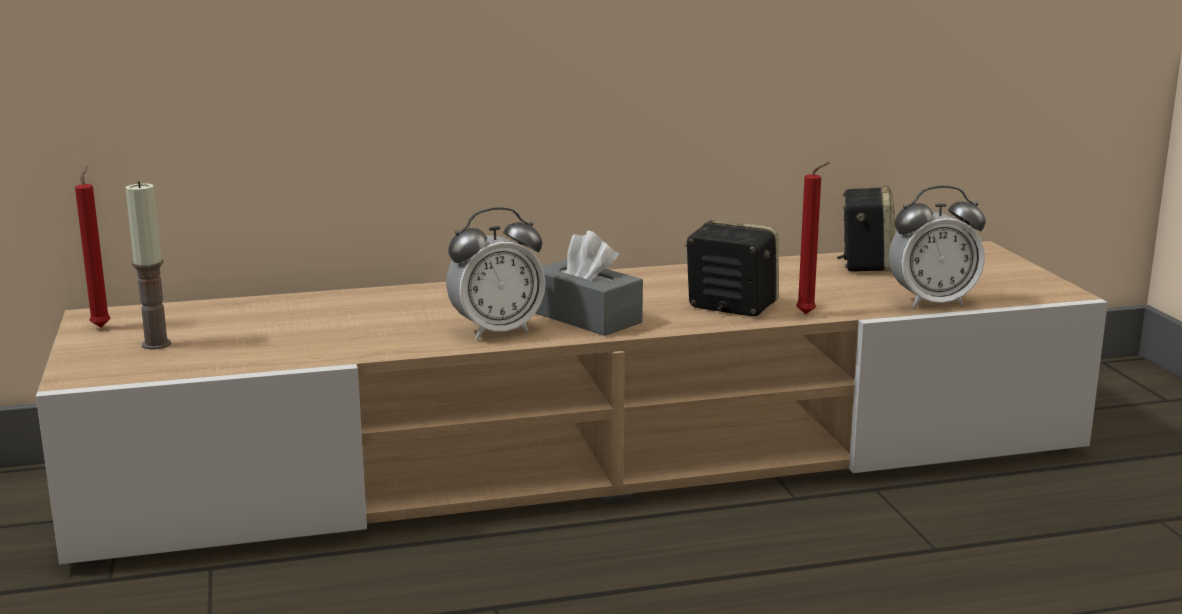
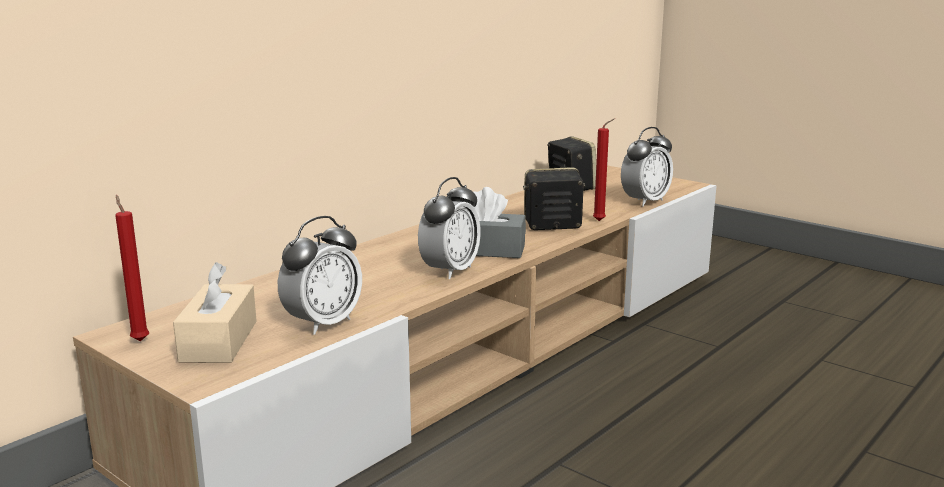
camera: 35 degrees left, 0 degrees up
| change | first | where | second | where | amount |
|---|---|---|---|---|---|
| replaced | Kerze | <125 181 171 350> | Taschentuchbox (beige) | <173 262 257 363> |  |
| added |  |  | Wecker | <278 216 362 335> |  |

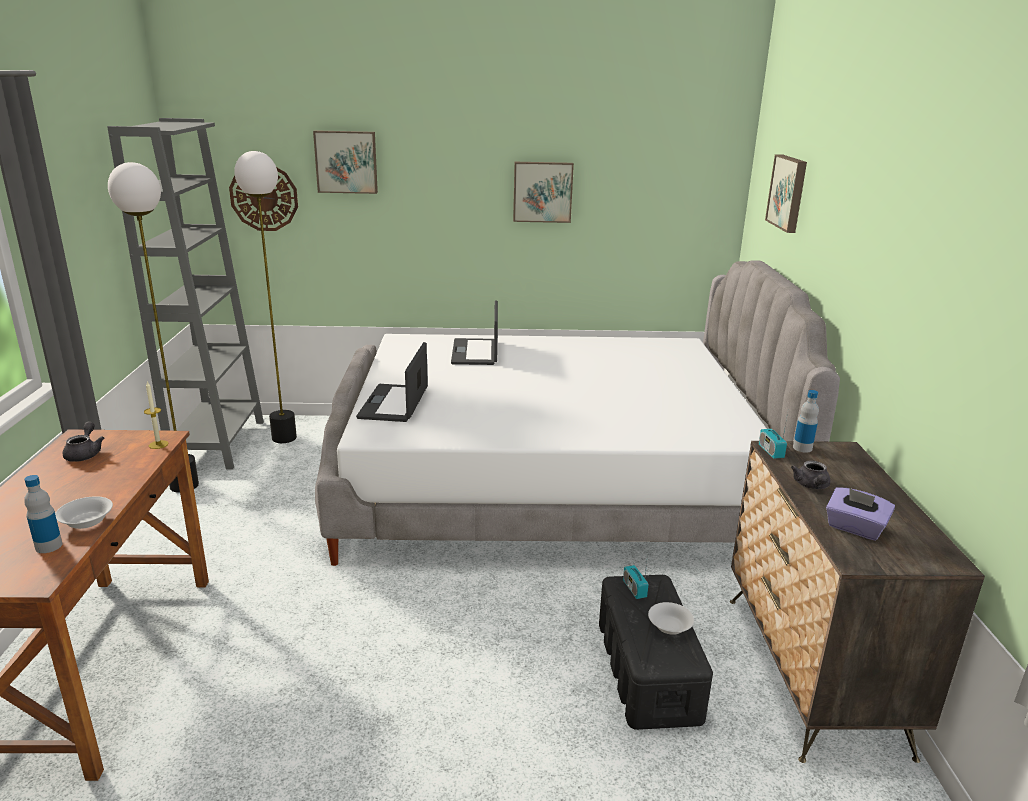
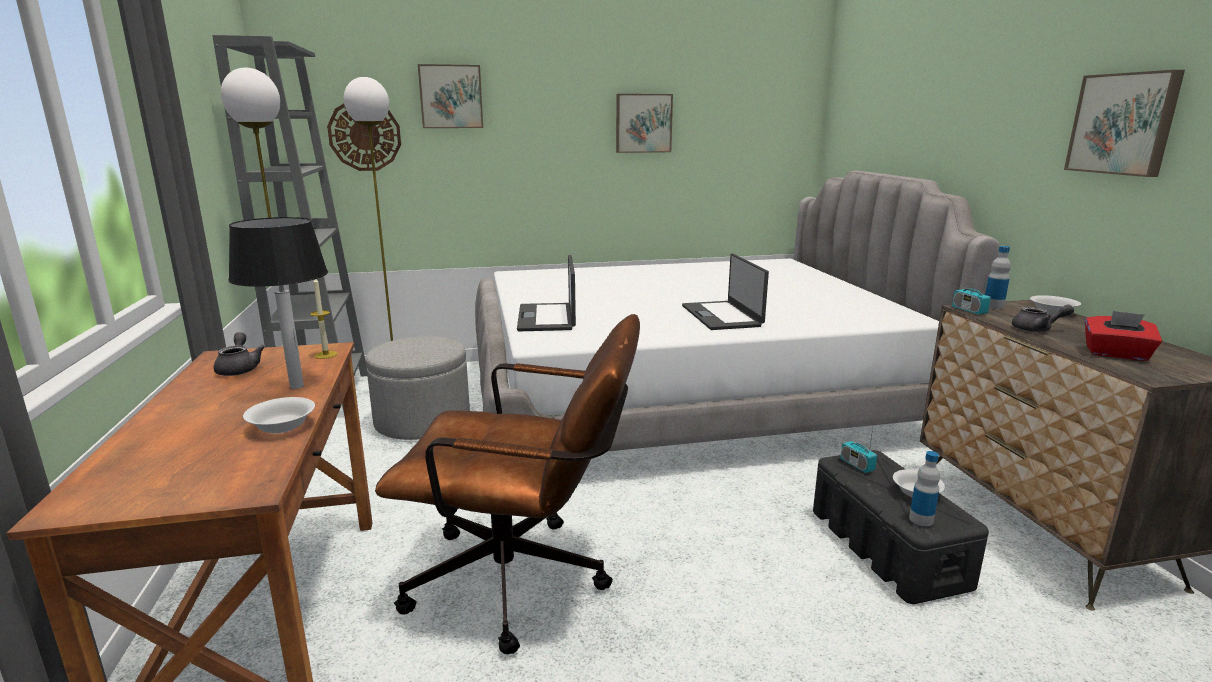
camera: 10 degrees left, 5 degrees down
| change | first | where | second | where | amount |
|---|---|---|---|---|---|
| moved | Flasche | <24 475 62 553> |  | <909 451 940 526> |  |
| moved | Laptop | <451 300 498 365> |  | <682 253 769 330> |  |
| moved | Bild | <765 154 807 233> |  | <1064 70 1185 177> |  |
| turned | Teekanne (grau) | <791 461 831 489> |  | <1012 304 1074 332> | 75 degrees counterclockwise |
| recoloured | Taschentuchbox (lila) | <826 487 895 541> | Taschentuchbox (rot) | <1085 311 1162 361> |  |
| added |  |  | Tischlampe | <228 217 328 389> |  |
| added |  |  | Polsterhocker (grau) | <366 336 470 440> |  |
| added |  |  | Bürostuhl (braun) | <375 314 640 654> |  |
| added |  |  | Schüssel (weiß) | <1030 295 1081 315> |  |

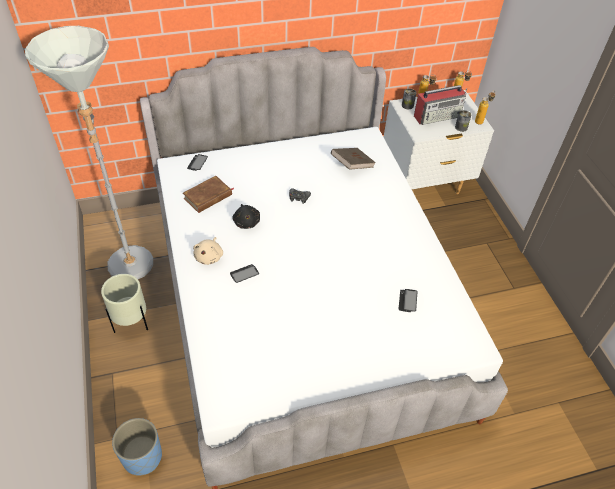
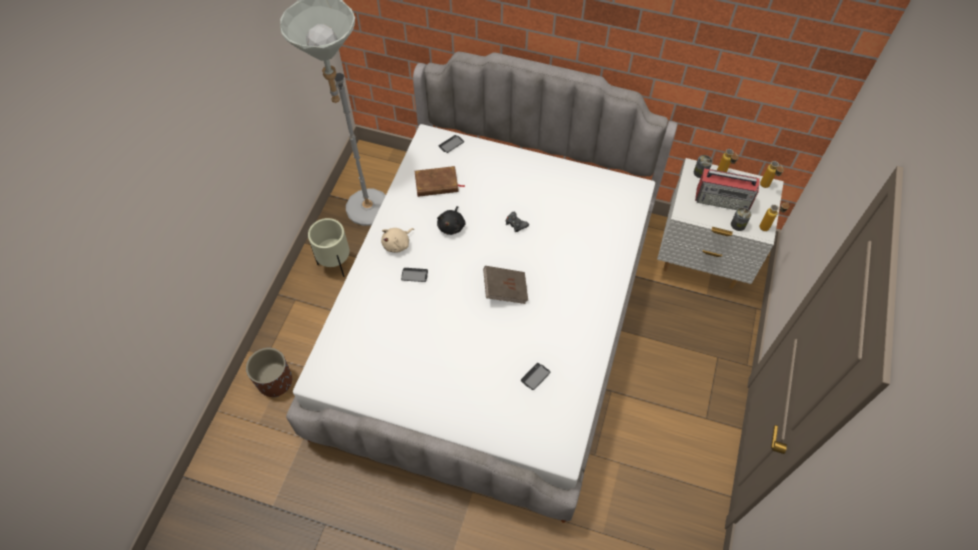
camera: 35 degrees right, 10 degrees up
| change | first | where | second | where | amount |
|---|---|---|---|---|---|
| recoloured | Pflanzkübel (blau) | <112 418 162 476> | Pflanzkübel (braun) | <246 348 292 397> |  |
| moved | Buch (braun) | <331 148 376 170> |  | <483 266 528 304> |  |

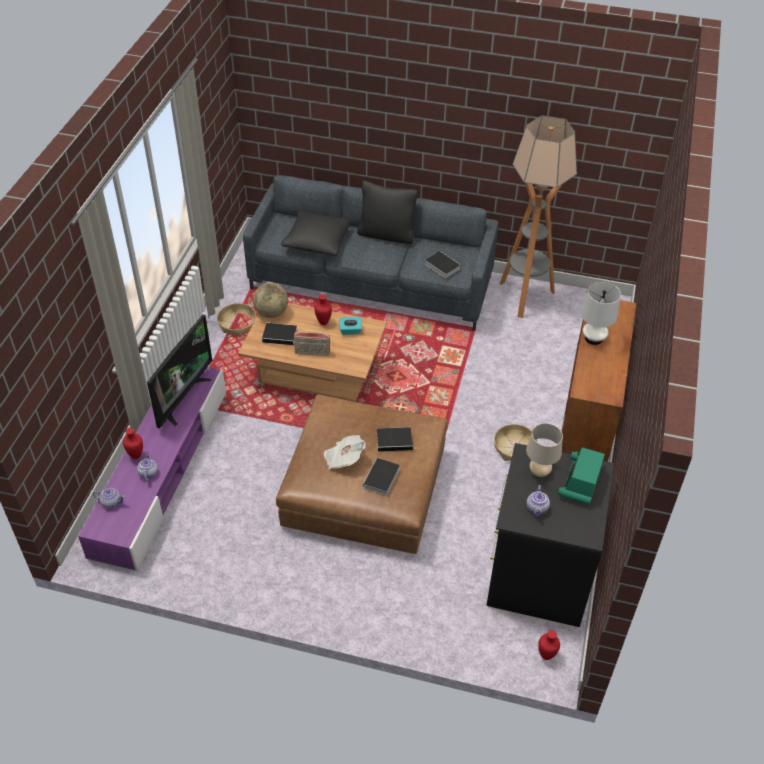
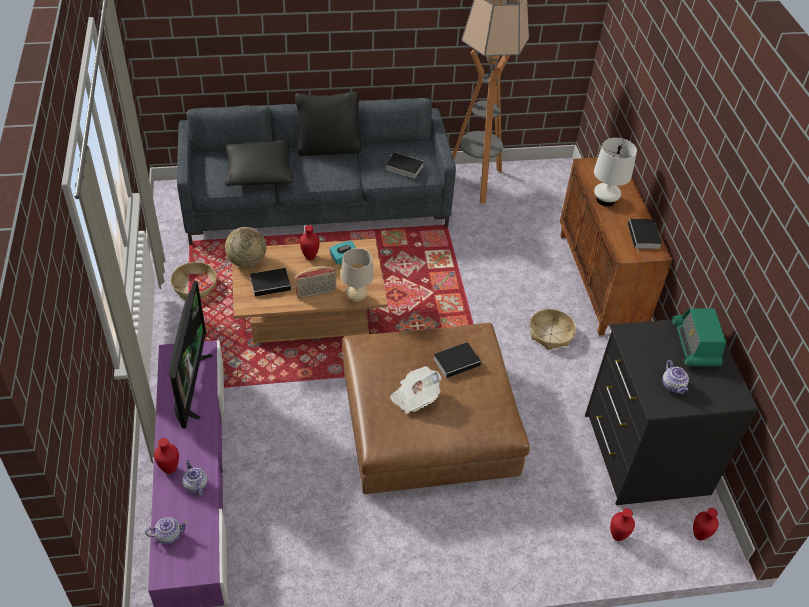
camera: 25 degrees left, 0 degrees up
| change | first | where | second | where | amount |
|---|---|---|---|---|---|
| moved | Buch | <362 458 400 495> |  | <628 219 662 253> |  |
| moved | Tischlampe (beige) | <526 423 563 477> |  | <341 248 374 302> |  |
| added |  |  | Vase (rot) | <610 508 635 541> |  |

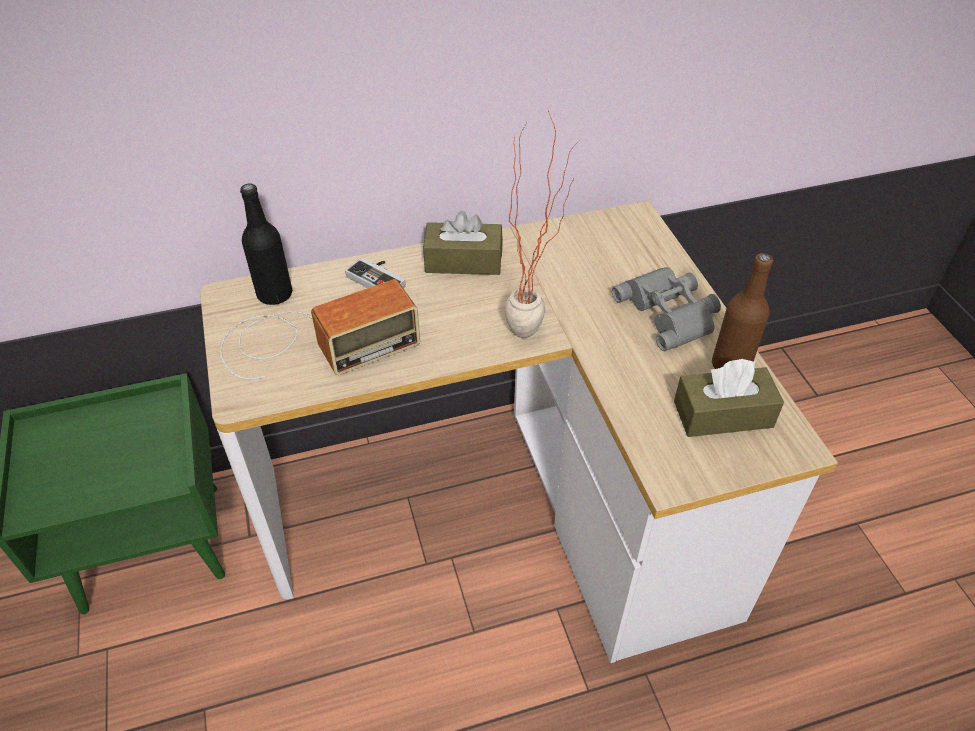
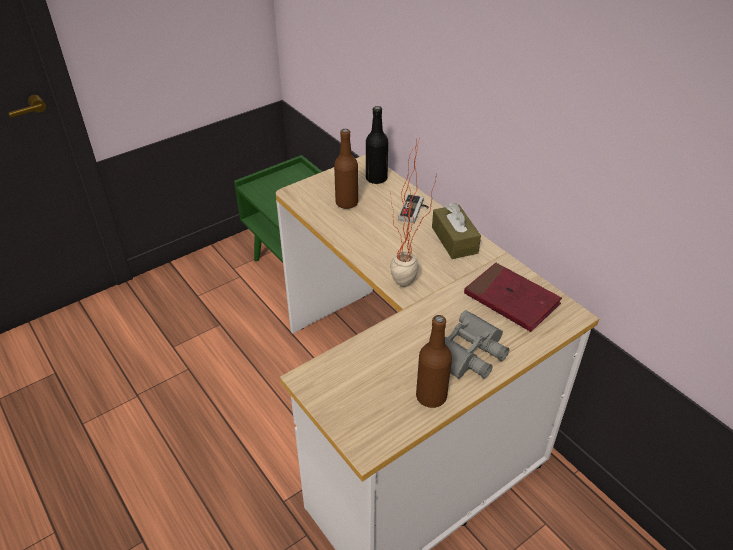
camera: 70 degrees right, 5 degrees down
| change | first | where | second | where | amount |
|---|---|---|---|---|---|
| replaced | Radio | <220 279 420 380> | Flasche (braun) | <334 129 358 209> |  |
| removed | Taschentuchbox (braun) | <674 359 784 437> |  |  |  |
| added |  |  | Buch (rot) | <464 263 562 332> |  |

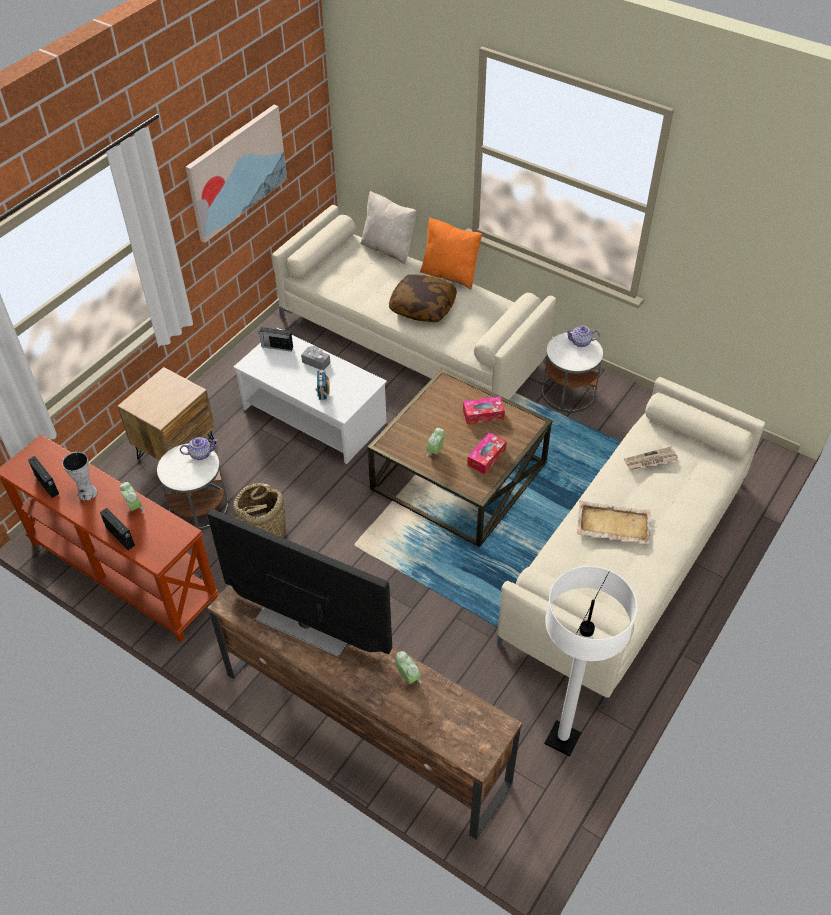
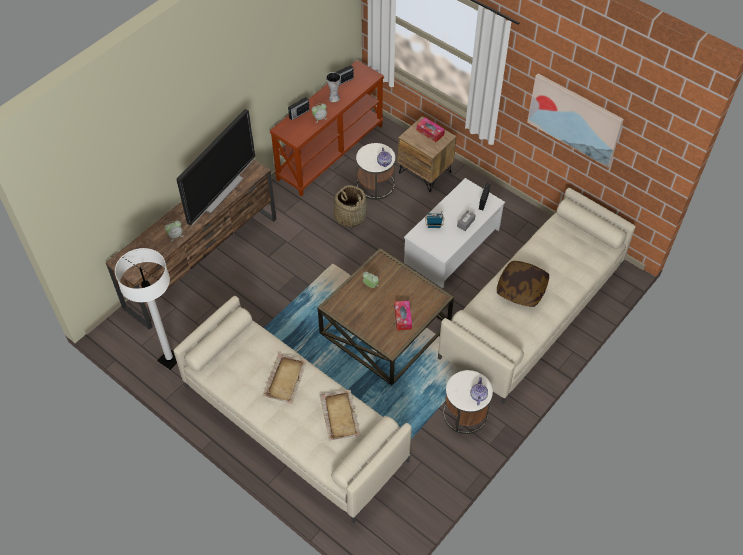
camera: 95 degrees right, 5 degrees up
| change | first | where | second | where | amount |
|---|---|---|---|---|---|
| removed | Kissen (beige) | <361 191 416 265> |  |  |  |
| removed | Kissen (orange) | <420 218 482 289> |  |  |  |
| moved | Taschentuchbox | <467 432 507 474> |  | <417 118 445 142> |  |
| replaced | Zeitung | <624 447 678 470> | Tablett (beige) | <320 390 361 441> |  |

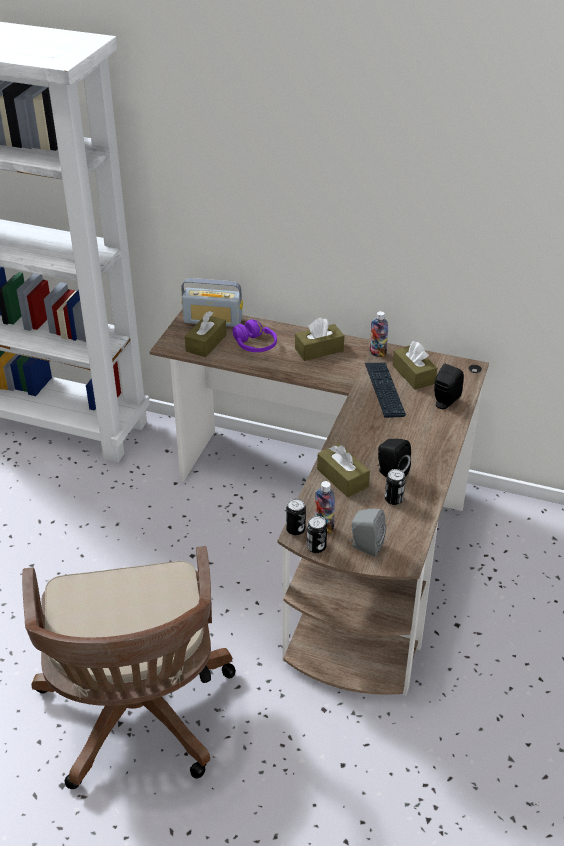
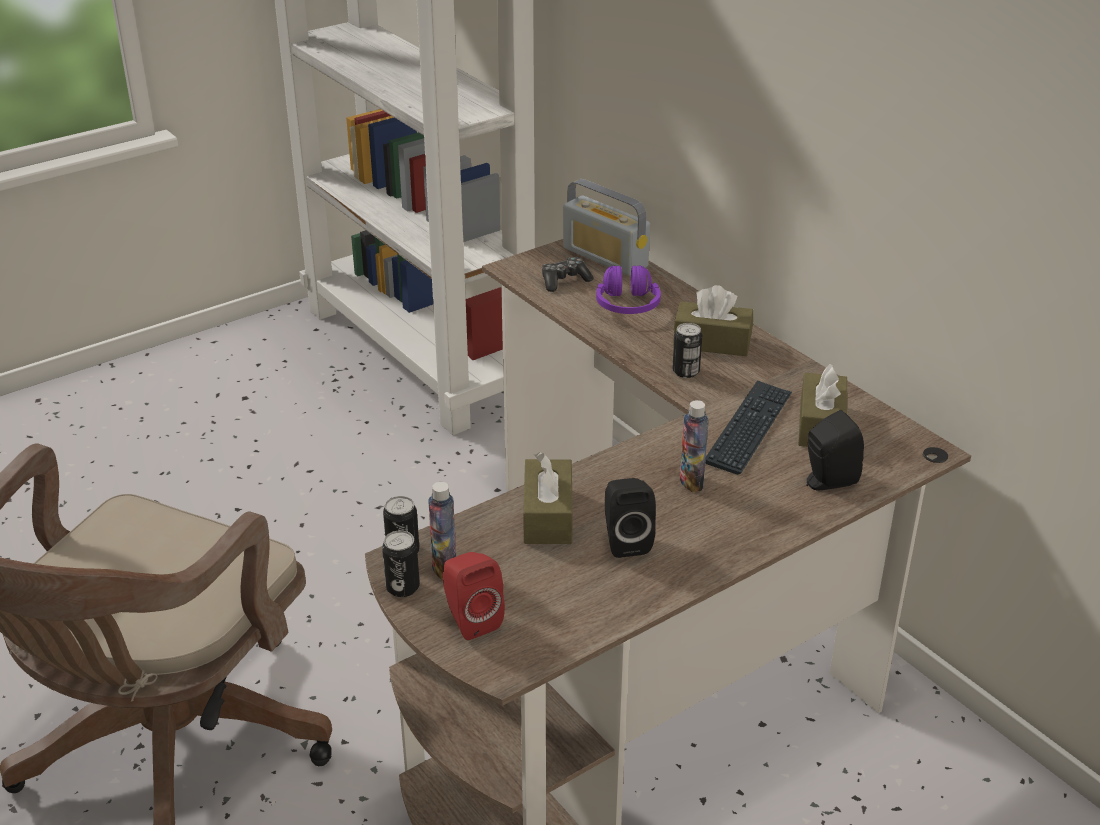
camera: 35 degrees right, 5 degrees down
| change | first | where | second | where | amount |
|---|---|---|---|---|---|
| replaced | Taschentuchbox (braun) | <185 311 227 357> | Gamepad | <542 257 594 292> |  |
| recoloured | Lautsprecher (grau) | <349 509 386 557> | Lautsprecher (rot) | <443 552 505 640> |  |
| moved | Flasche | <370 311 388 358> |  | <680 400 708 492> |  |
| moved | Dose | <385 469 406 505> |  | <672 323 702 378> |  |

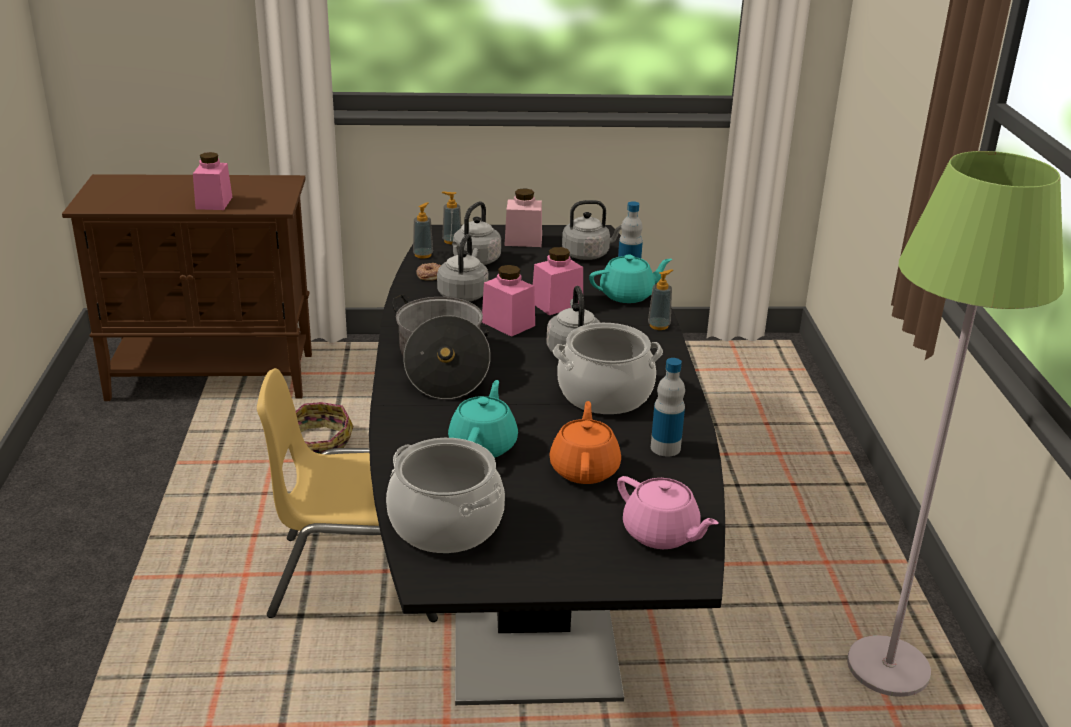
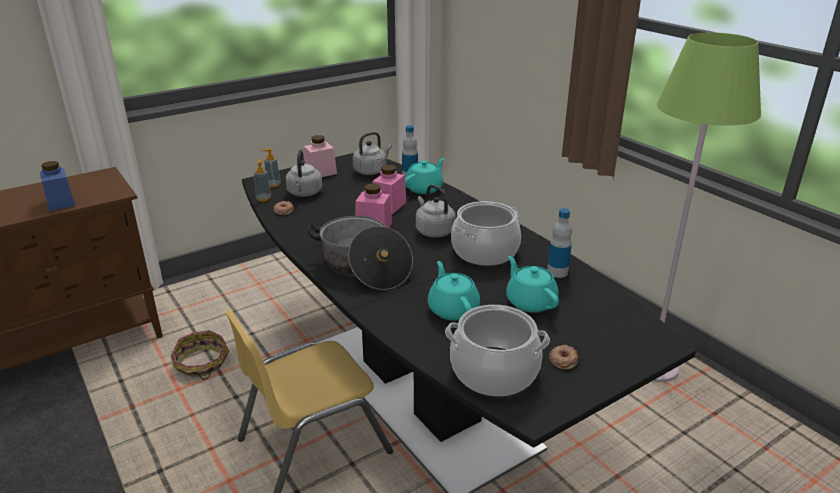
camera: 30 degrees left, 0 degrees up
| change | first | where | second | where | amount |
|---|---|---|---|---|---|
| recoloured | Vorratsglas (rosa) | <193 152 232 210> | Vorratsglas (blau) | <40 161 75 211> |  |
| removed | Wasserkessel (grau) | <437 234 489 302> |  |  |  |
| recoloured | Teekanne (orange) | <549 401 621 484> | Teekanne (türkis) | <506 256 559 313> |  |
| removed | Teekanne (rosa) | <617 476 719 549> |  |  |  |
| removed | Seifenspender | <648 270 673 330> |  |  |  |
| added |  |  | Donut | <549 345 579 369> |  |

